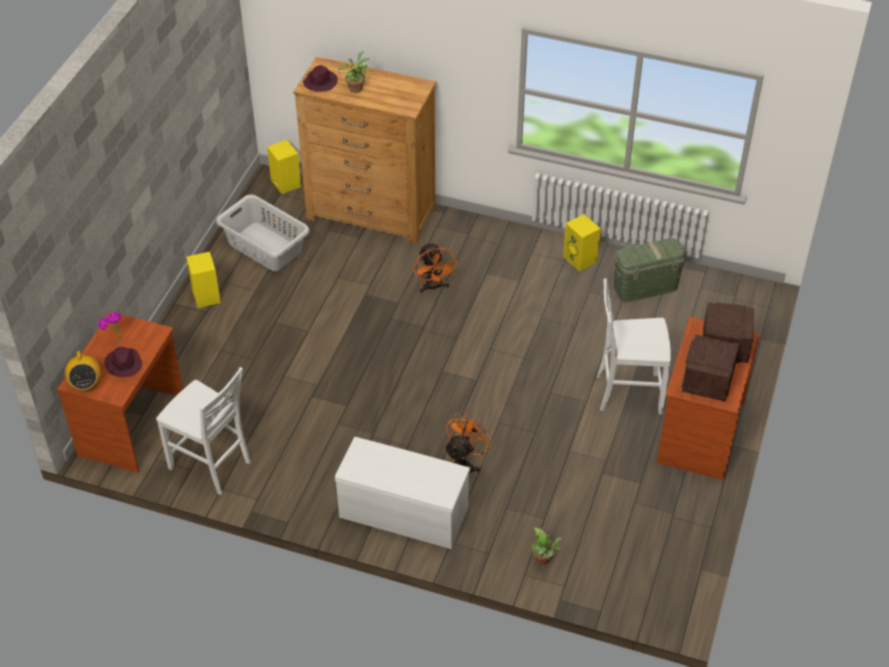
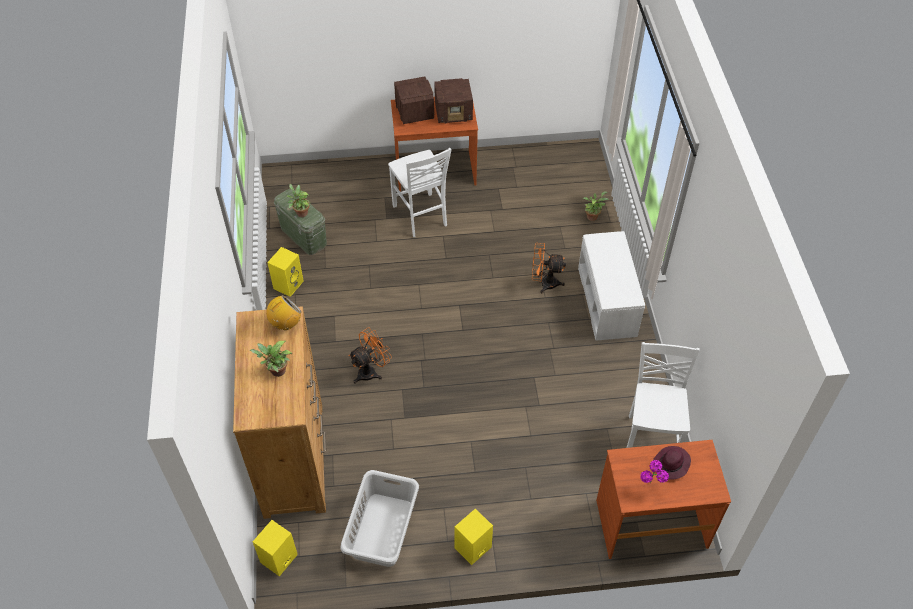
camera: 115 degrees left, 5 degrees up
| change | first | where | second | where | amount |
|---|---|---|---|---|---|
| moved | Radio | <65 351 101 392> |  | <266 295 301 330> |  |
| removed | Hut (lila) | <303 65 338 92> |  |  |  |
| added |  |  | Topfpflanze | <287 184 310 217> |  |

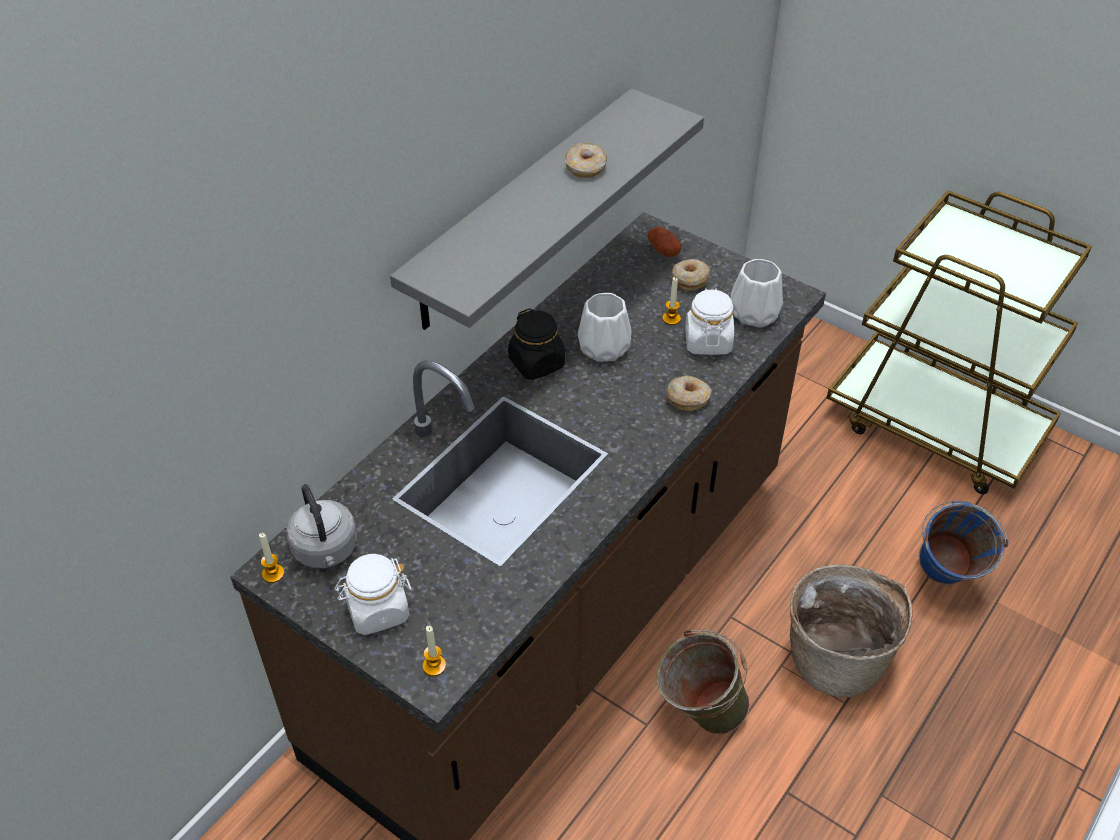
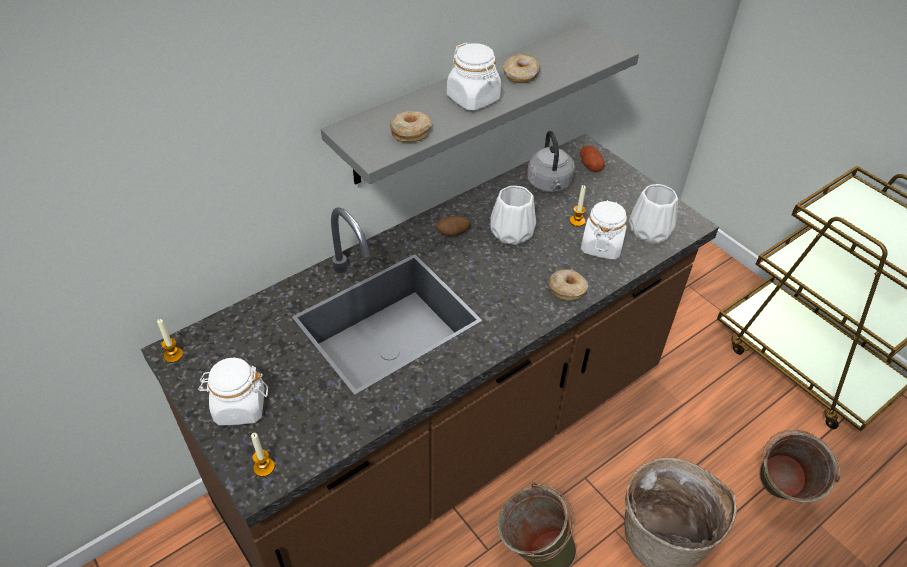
camera: 15 degrees right, 0 degrees up
| change | first | where | second | where | amount |
|---|---|---|---|---|---|
| moved | Wasserkessel (grau) | <286 484 357 568> |  | <527 131 575 193> |  |
| replaced | Vorratsglas (schwarz) | <508 308 565 380> | Kartoffel | <436 216 470 236> |  |
| moved | Donut | <672 259 710 291> |  | <390 111 432 142> |  |
| recoloured | Eimer (blau) | <919 501 1009 585> | Eimer (grün) | <759 430 841 503> |  |
| added |  |  | Vorratsglas (weiß) | <447 43 501 111> |  |

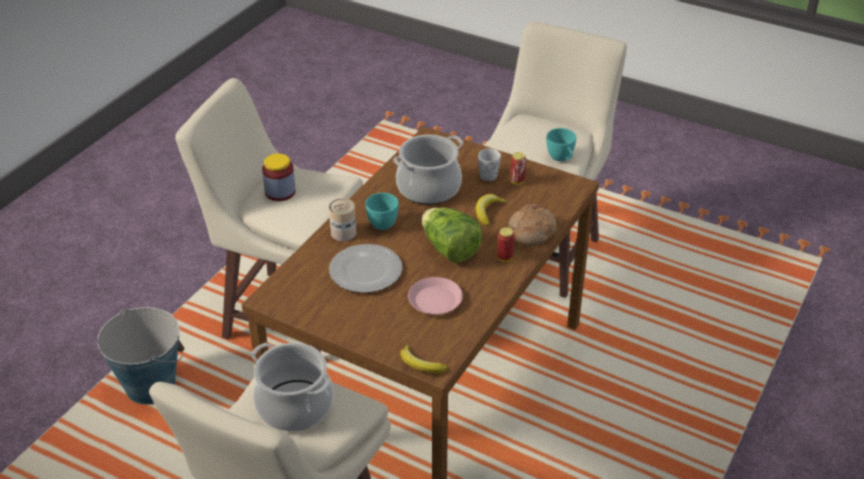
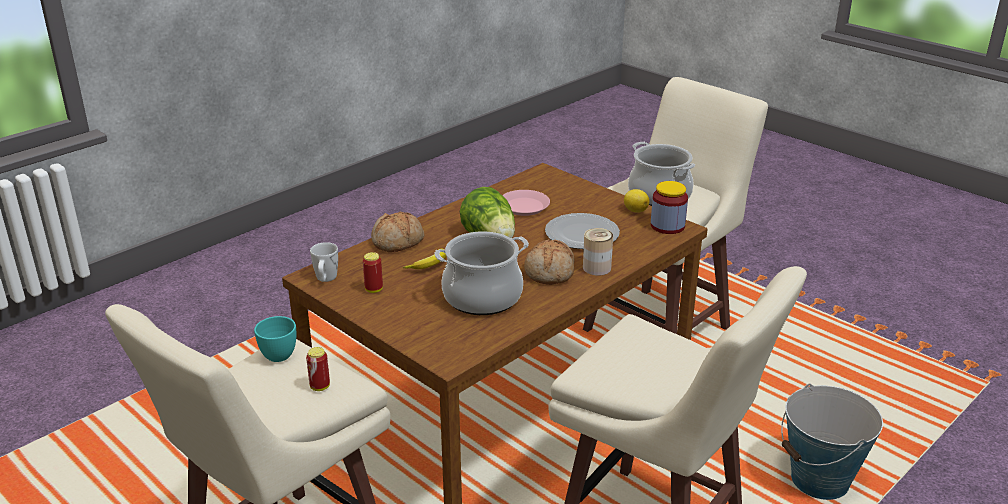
camera: 165 degrees left, 10 degrees down
| change | first | where | second | where | amount |
|---|---|---|---|---|---|
| moved | Vorratsglas | <262 153 296 201> |  | <651 181 688 234> |  |
| replaced | Tasse (türkis) | <365 193 399 230> | Brot | <524 239 575 285> |  |
| removed | Banane | <400 345 448 373> |  |  |  |
| moved | Henkelbecher (weiß) | <478 148 501 181> |  | <310 242 338 282> |  |
| moved | Dose | <497 227 514 262> |  | <306 347 330 391> |  |
| added |  |  | Zitrone | <624 189 649 213> |  |

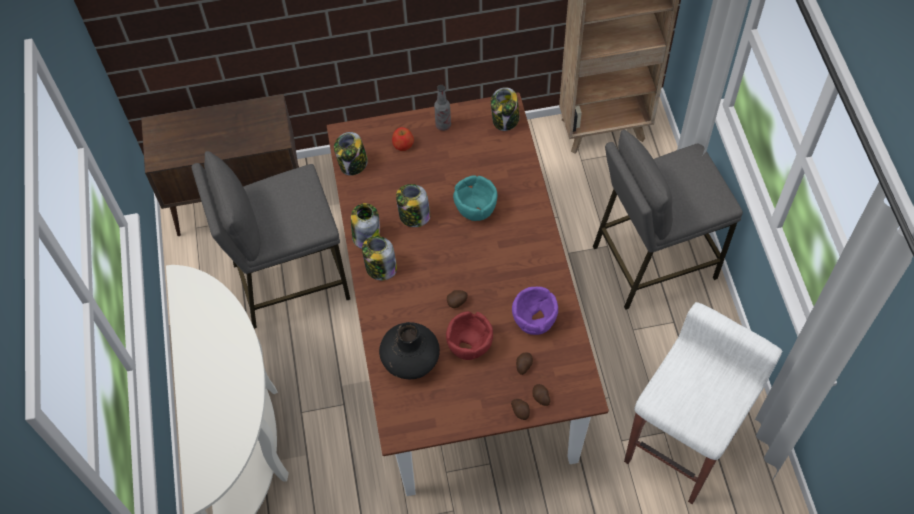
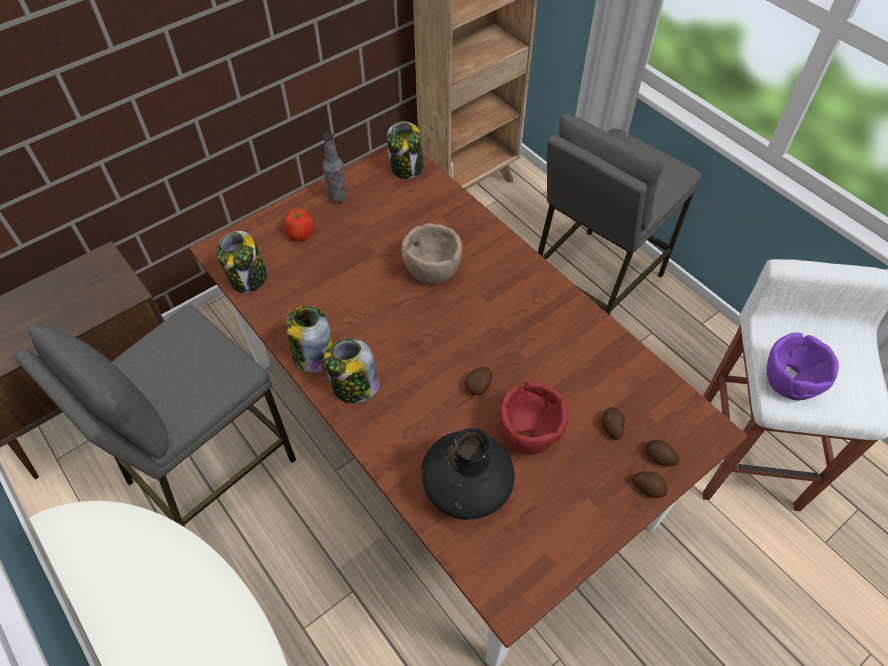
camera: 30 degrees left, 5 degrees down
| change | first | where | second | where | amount |
|---|---|---|---|---|---|
| removed | Vorratsglas | <396 184 430 227> |  |  |  |
| recoloured | Schüssel (türkis) | <453 175 497 221> | Schüssel (braun) | <401 223 462 284> |  |
| moved | Schüssel (lila) | <512 287 558 335> |  | <767 333 839 400> |  |

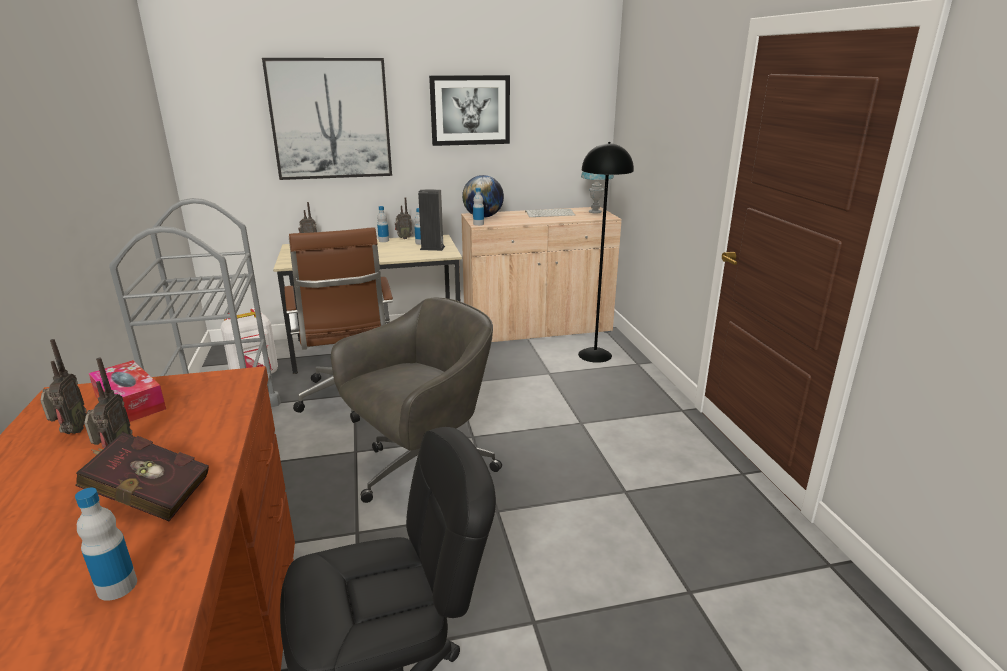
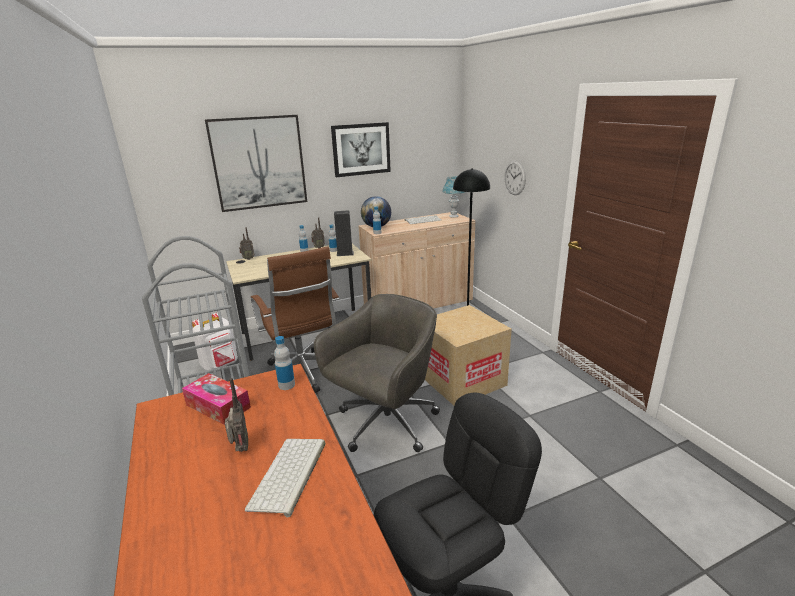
camera: 10 degrees left, 0 degrees up
| change | first | where | second | where | amount |
|---|---|---|---|---|---|
| removed | Radio | <40 339 87 434> |  |  |  |
| replaced | Buch (rot) | <75 432 209 521> | Tastatur | <245 439 325 517> |  |
| moved | Flasche | <75 488 137 601> |  | <274 336 295 390> |  |
| added |  |  | Karton | <425 305 512 405> |  |
| added |  |  | Wanduhr | <505 161 526 195> |  |

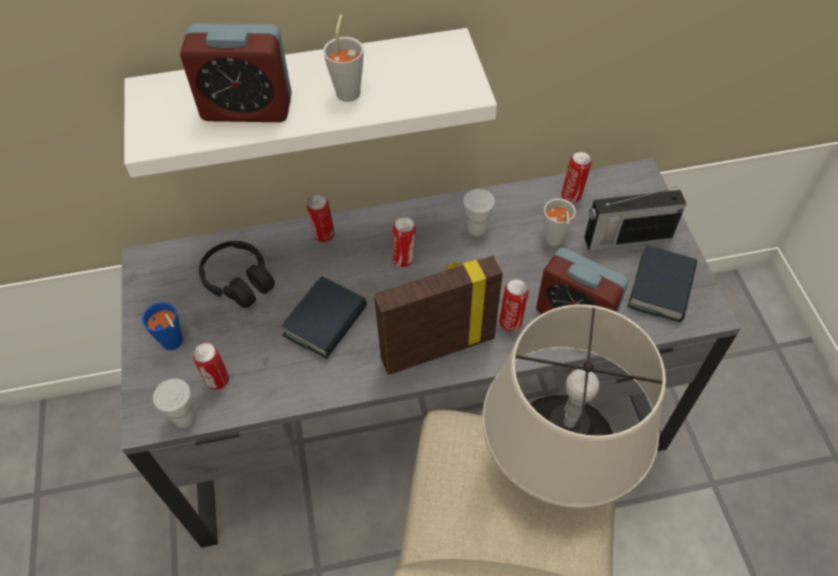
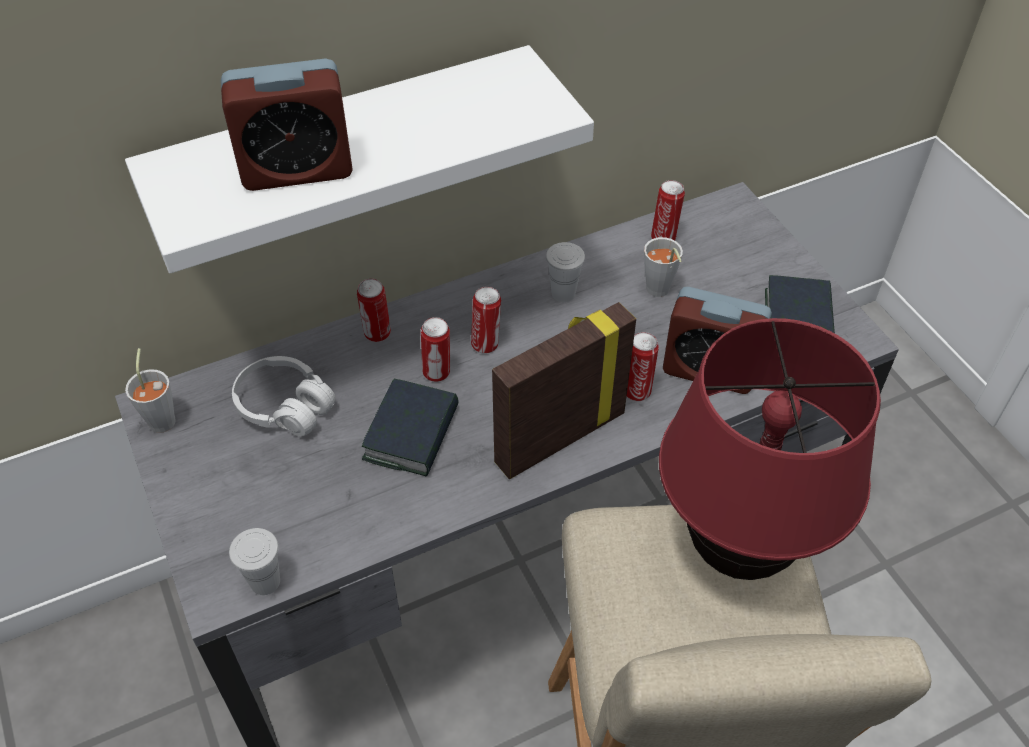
camera: 15 degrees left, 5 degrees down
| change | first | where | second | where | amount |
|---|---|---|---|---|---|
| removed | Tasse (blau) | <142 302 183 350> |  |  |  |
| moved | Dose | <193 343 229 390> |  | <421 317 450 382> |  |
| recoloured | Kopfhörer (schwarz) | <199 241 275 308> | Kopfhörer (weiß) | <232 356 335 437> |  |
| moved | Tasse (grau) | <323 14 364 102> |  | <125 348 176 433> |  |
| recoloured | Tischlampe (beige) | <482 304 666 508> | Tischlampe (rot) | <659 318 881 580> |  |
| removed | Radio | <584 187 686 251> |  |  |  |

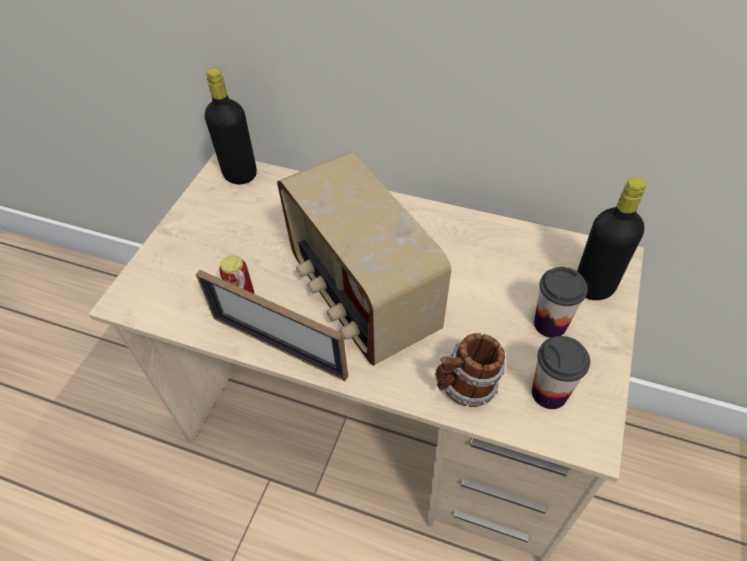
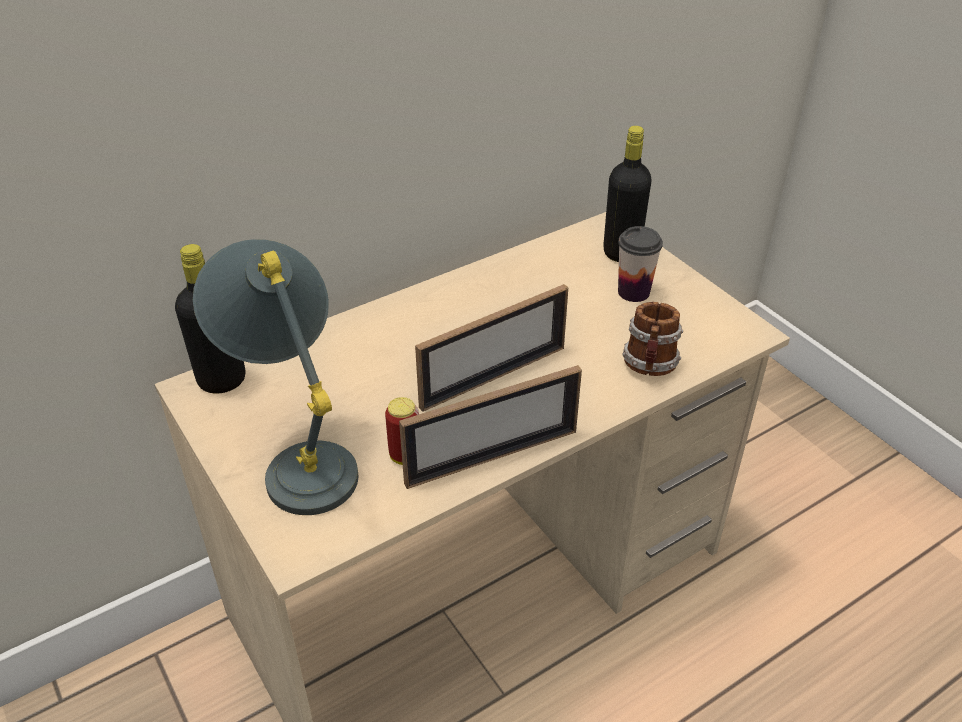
camera: 55 degrees left, 10 degrees down
| change | first | where | second | where | amount |
|---|---|---|---|---|---|
| replaced | Radio | <277 152 451 366> | Bilderrahmen | <415 284 568 412> |  |
| removed | Tasse | <532 336 590 409> |  |  |  |
| added |  |  | Tischlampe (grau) | <193 239 358 515> |  |

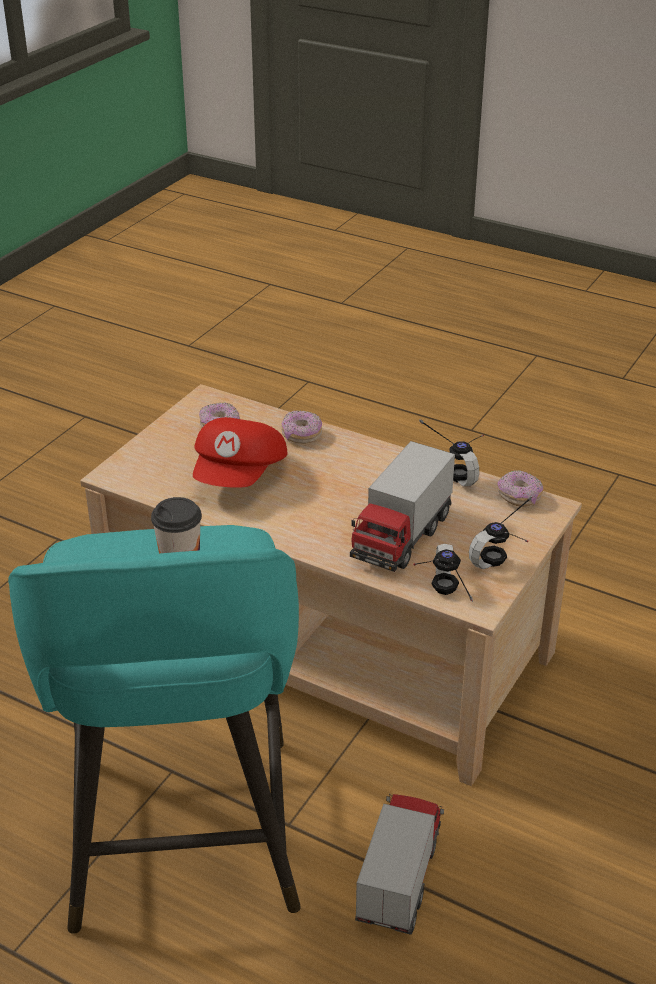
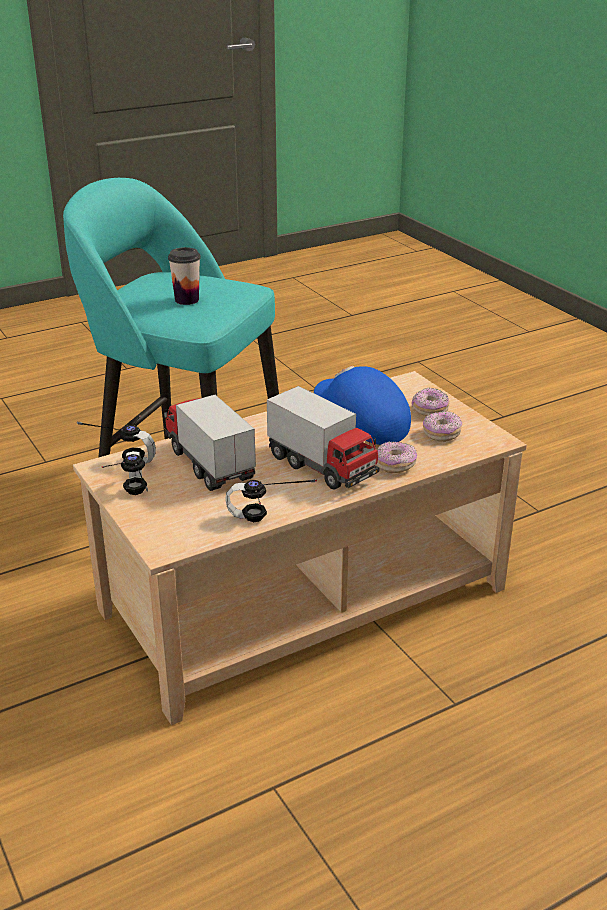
camera: 120 degrees right, 5 degrees down
| change | first | where | second | where | amount |
|---|---|---|---|---|---|
| recoloured | Kappe (rot) | <193 417 288 488> | Kappe (blau) | <314 366 411 445> |  |
| moved | Spielzeuglaster | <355 794 444 935> |  | <267 386 380 490> |  |
| moved | Donut | <498 470 543 507> |  | <411 387 450 416> |  |

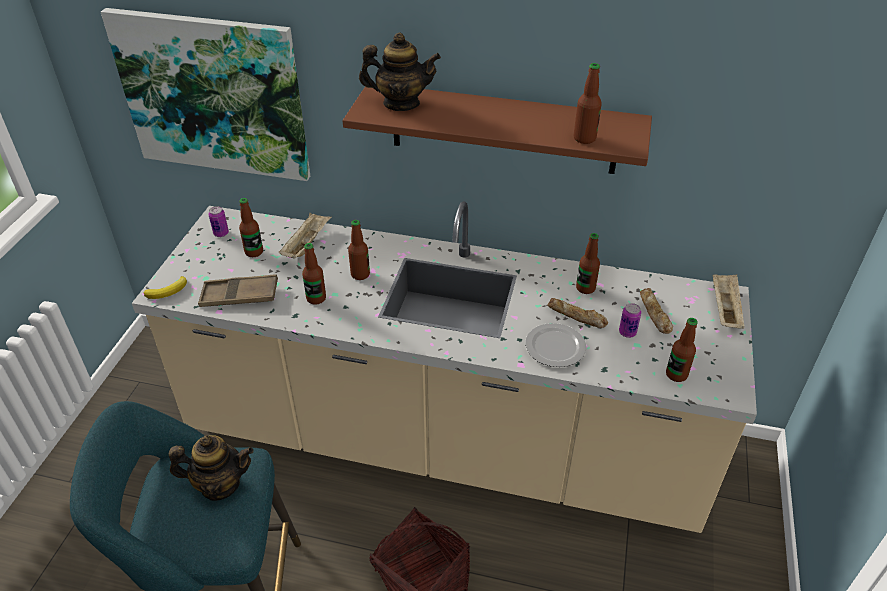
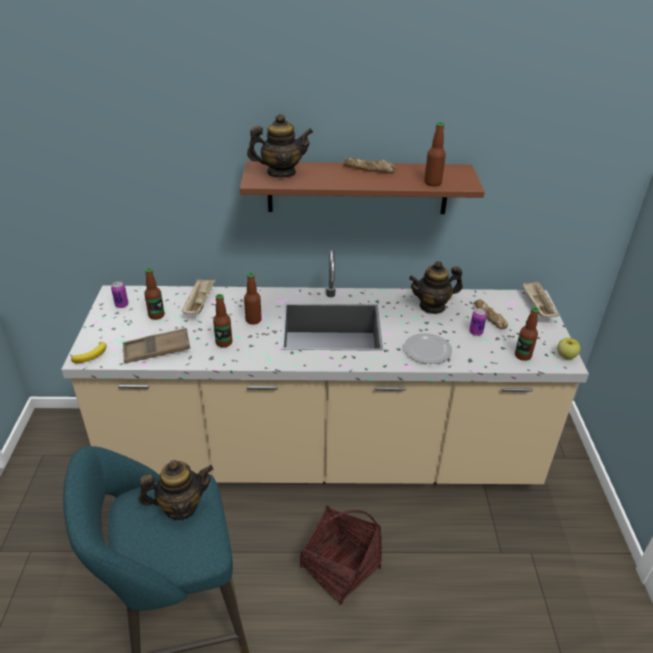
camera: 15 degrees left, 5 degrees down
| change | first | where | second | where | amount |
|---|---|---|---|---|---|
| removed | Bild | <101 8 310 181> |  |  |  |
| moved | Brot | <547 298 608 328> |  | <343 158 396 173> |  |
| replaced | Flasche | <576 233 600 294> | Teekanne | <409 261 463 314> |  |
| added |  |  | Apfel | <557 338 581 359> |  |

